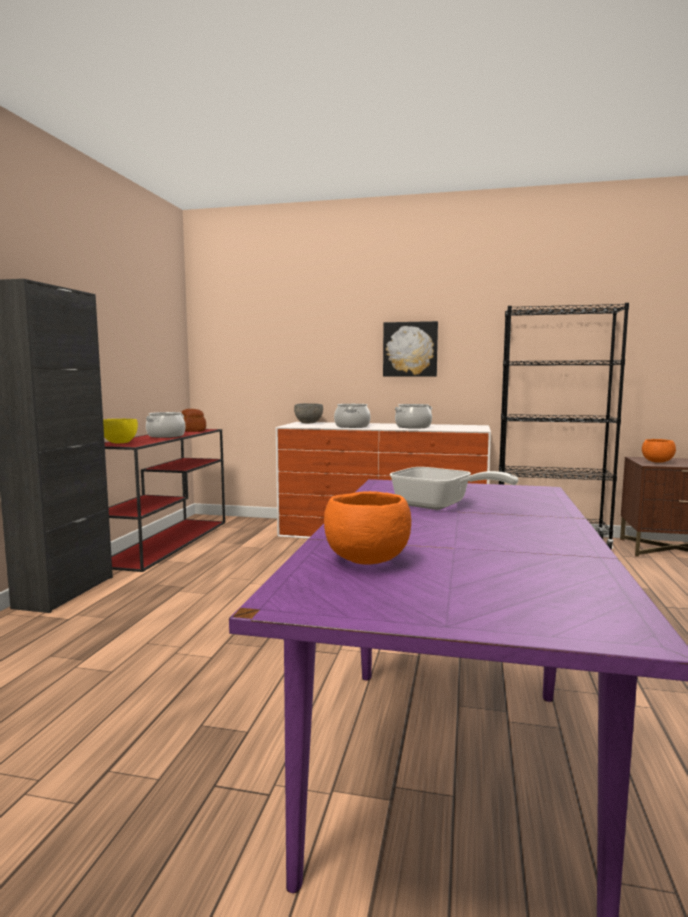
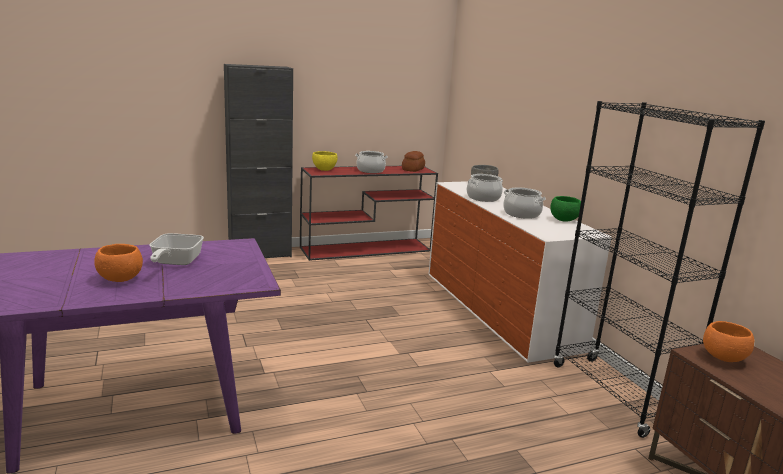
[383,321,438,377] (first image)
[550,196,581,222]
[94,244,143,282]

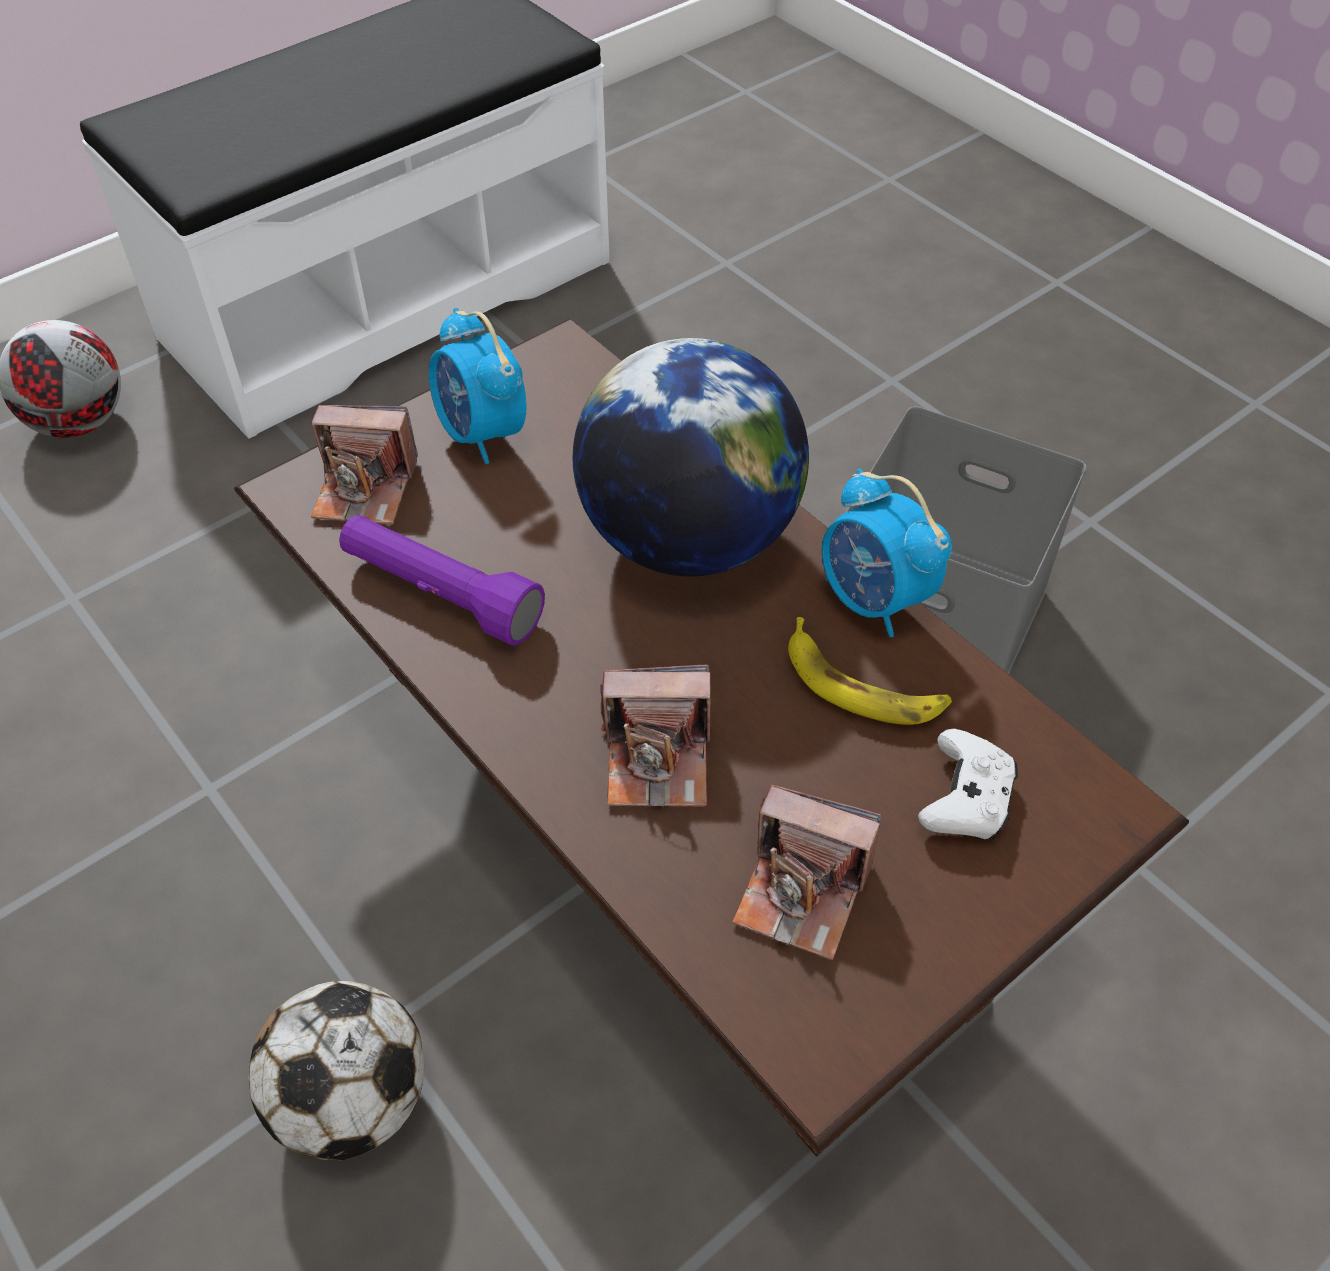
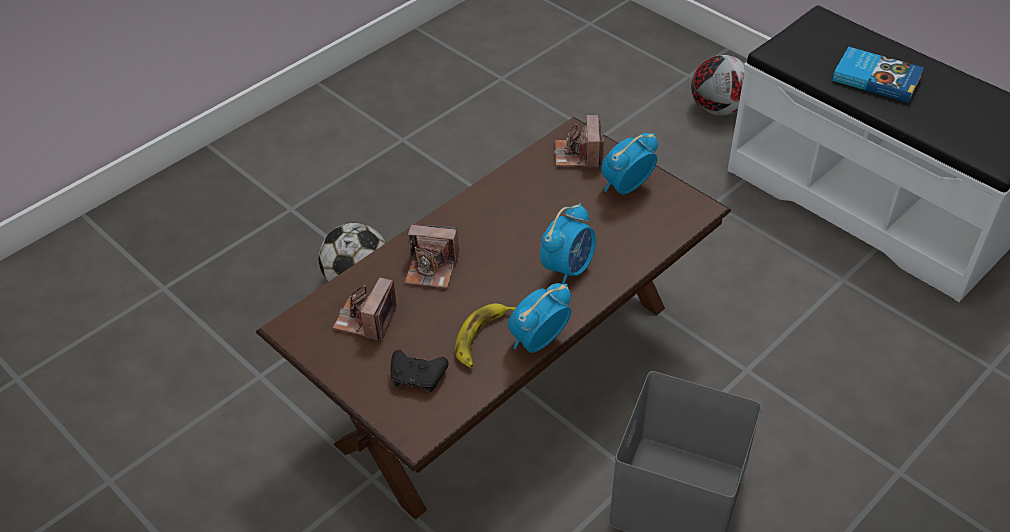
[339,515,545,646] (first image)
[832,47,924,103]
[540,203,596,284]
[390,350,448,392]
[404,224,459,288]

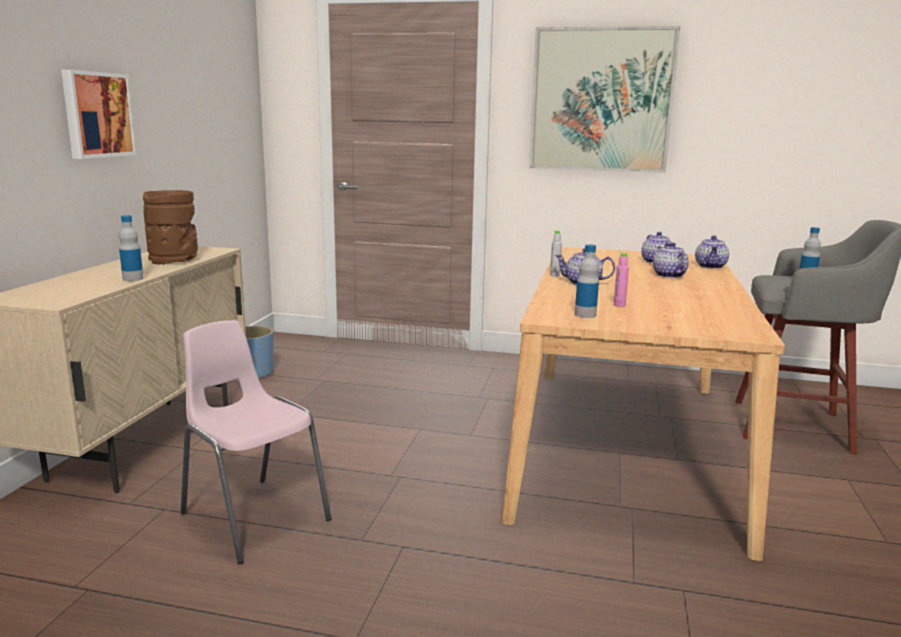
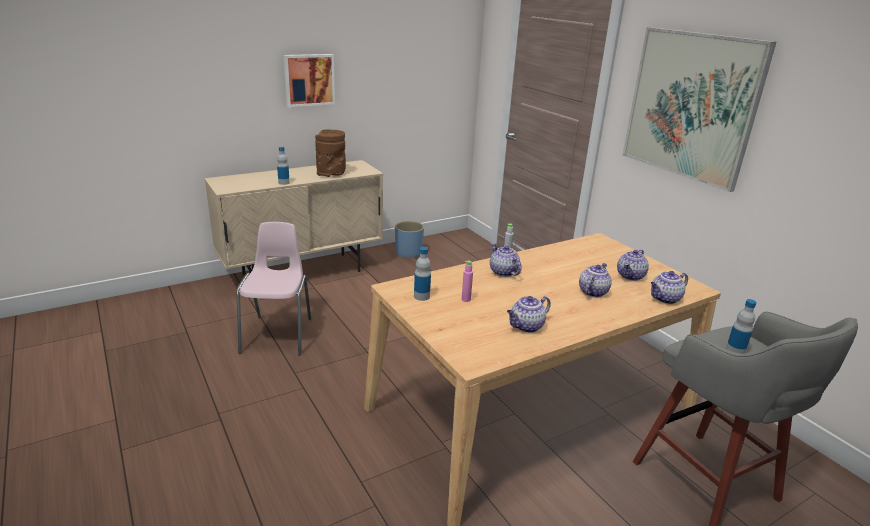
[507,296,551,333]

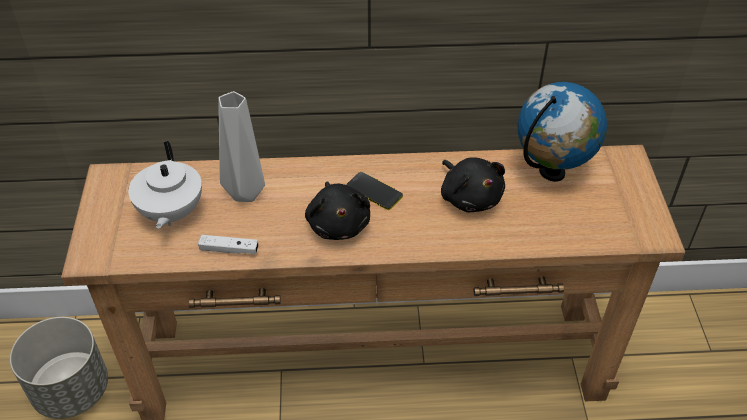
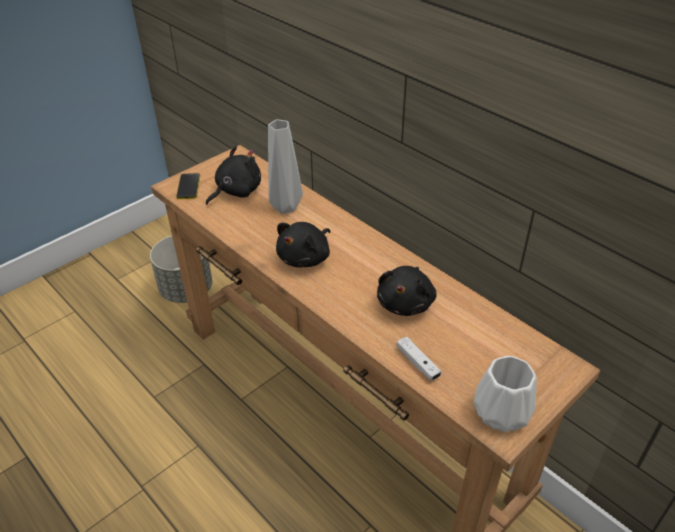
[517,82,607,182] (first image)
[473,356,537,432]
[397,337,441,381]
[176,173,200,199]
[206,146,261,205]

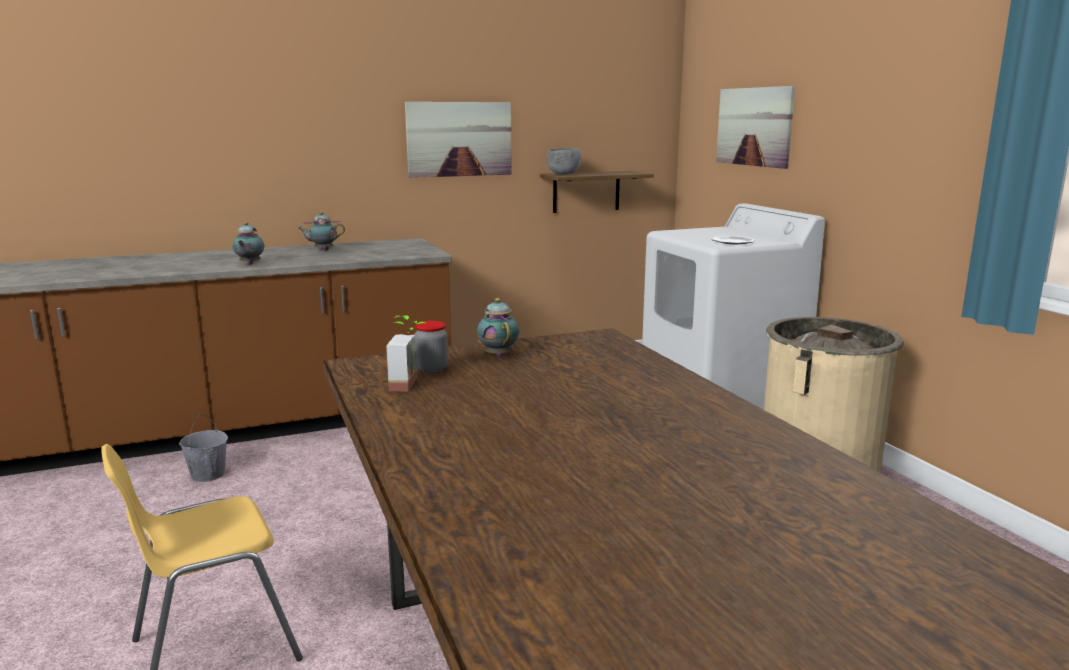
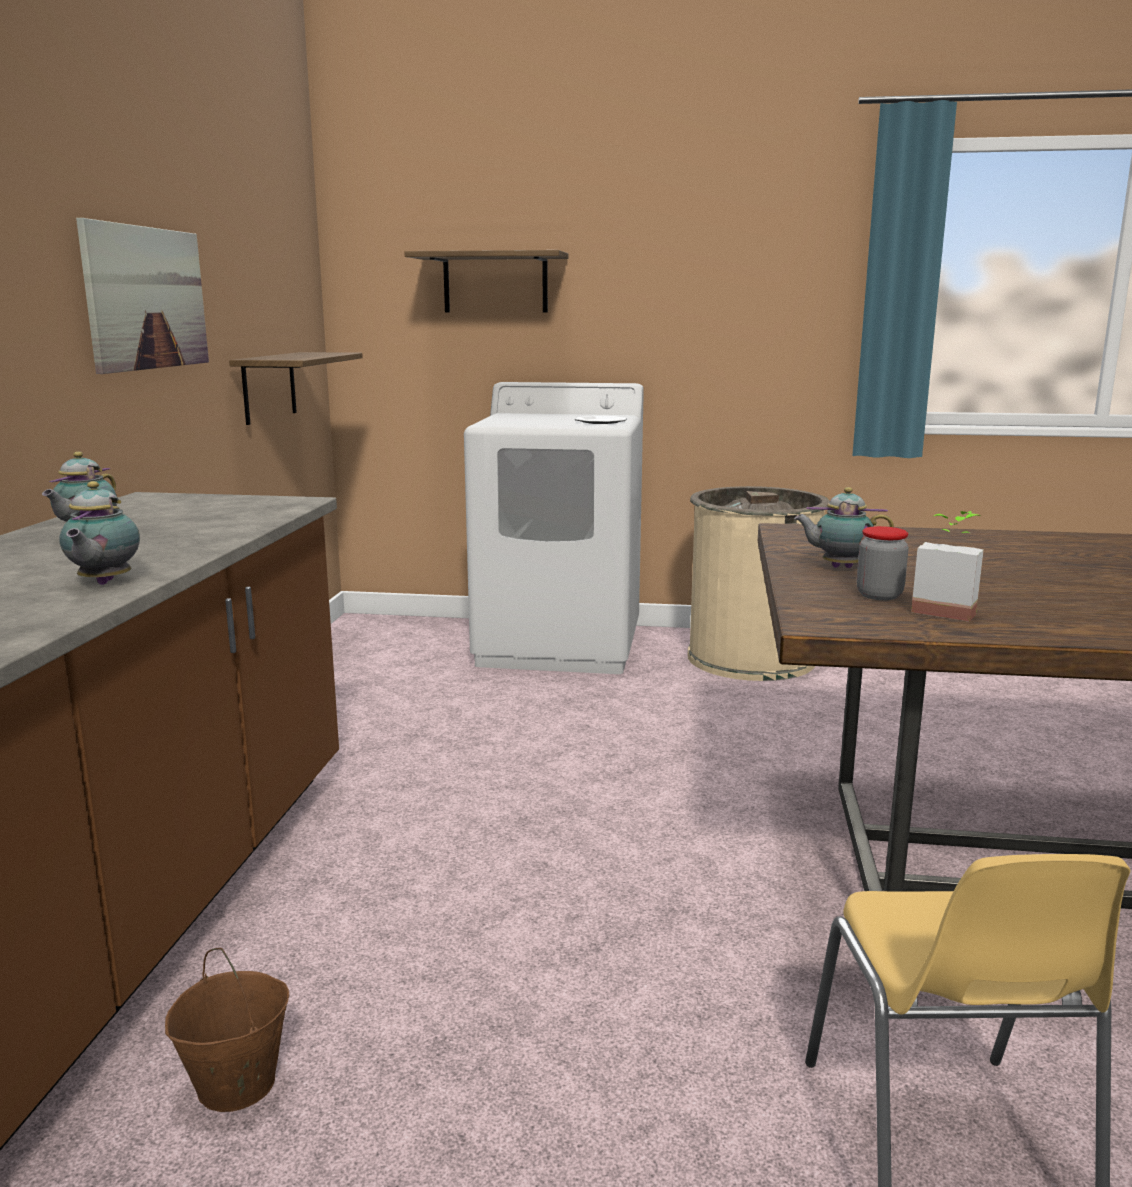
[547,148,582,175] (first image)
[405,250,568,312]
[165,948,289,1112]
[60,481,140,585]

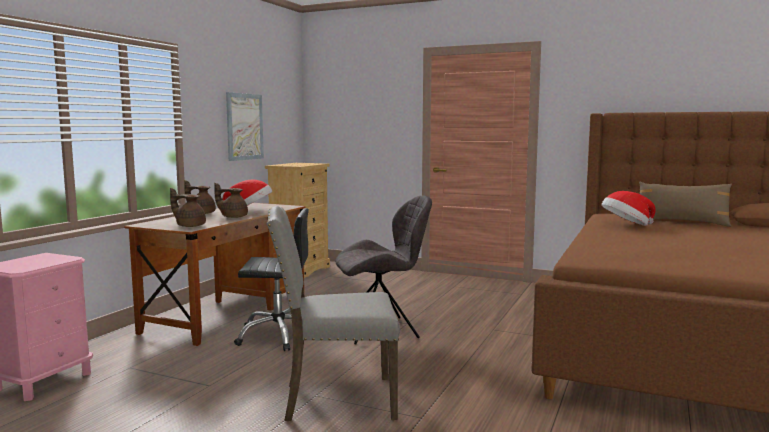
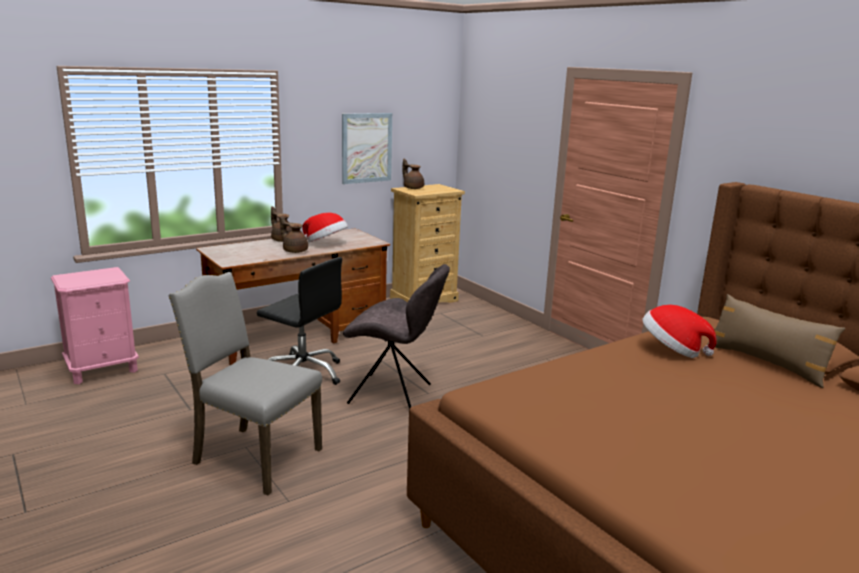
[403,159,424,189]

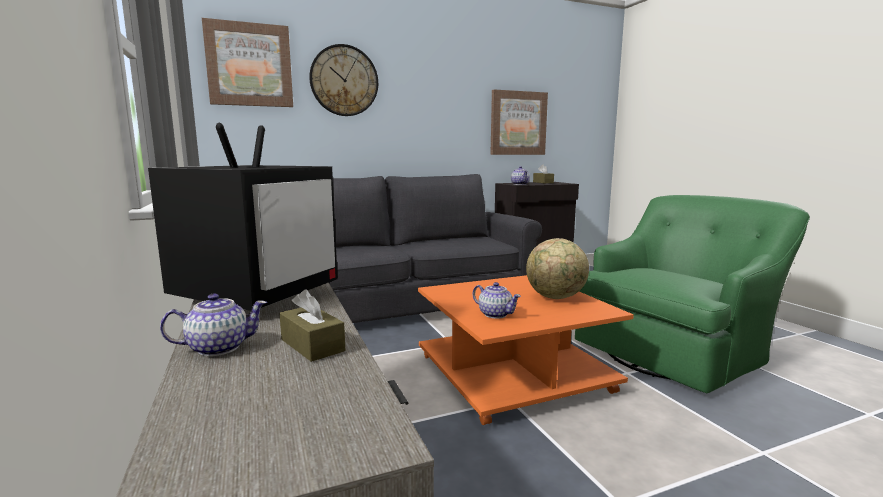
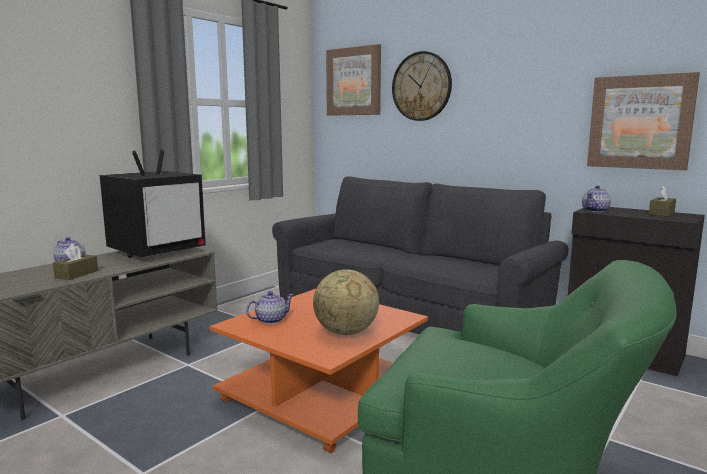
[100,150,206,258]
[246,291,294,324]

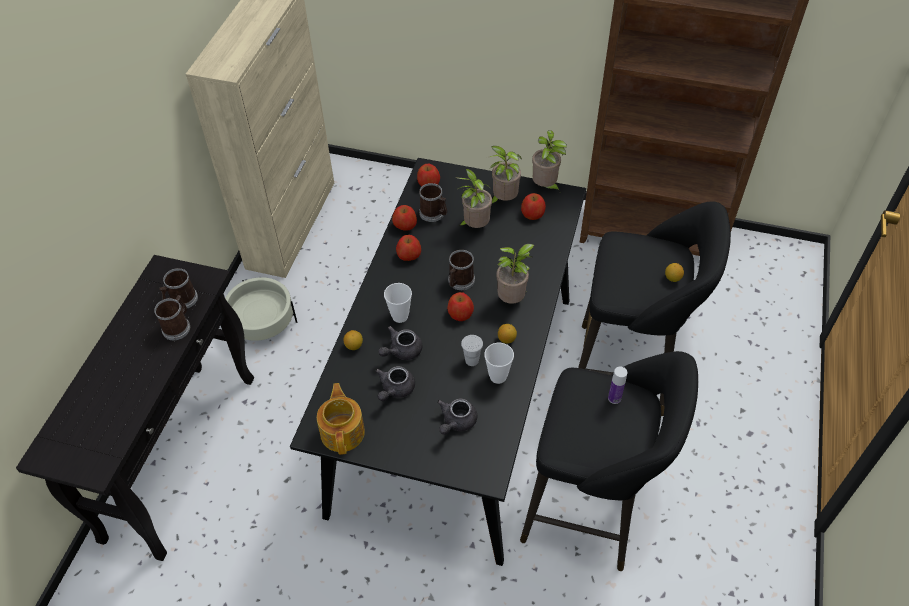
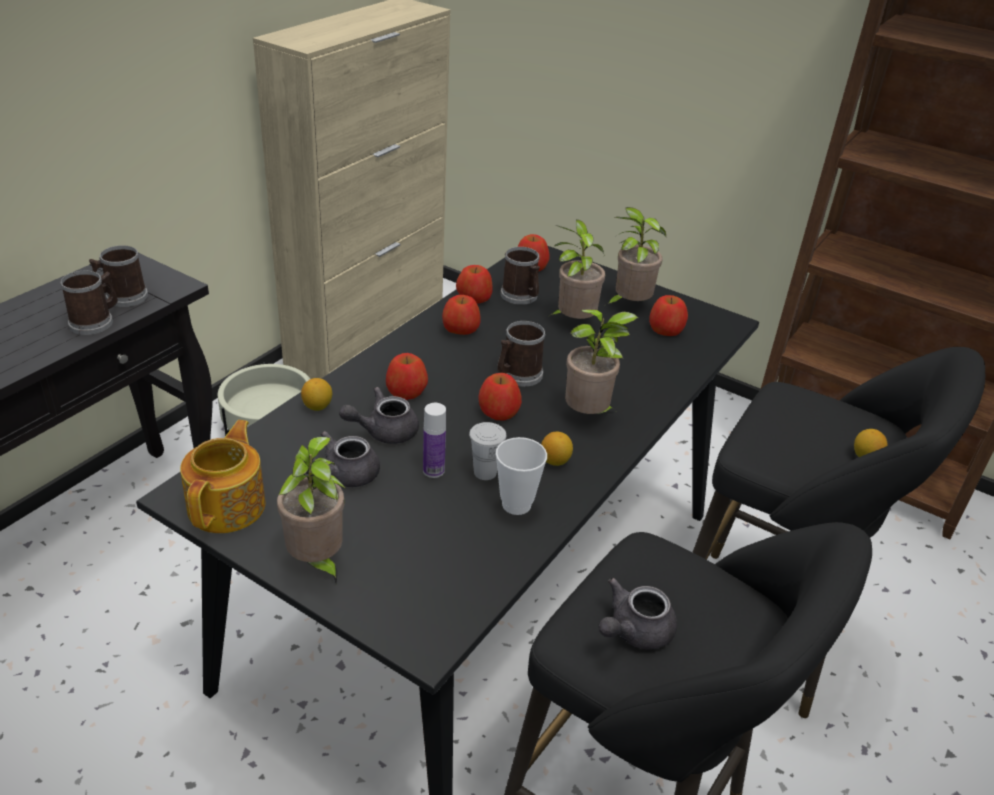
[598,578,677,649]
[277,437,345,583]
[423,403,446,478]
[386,353,428,400]

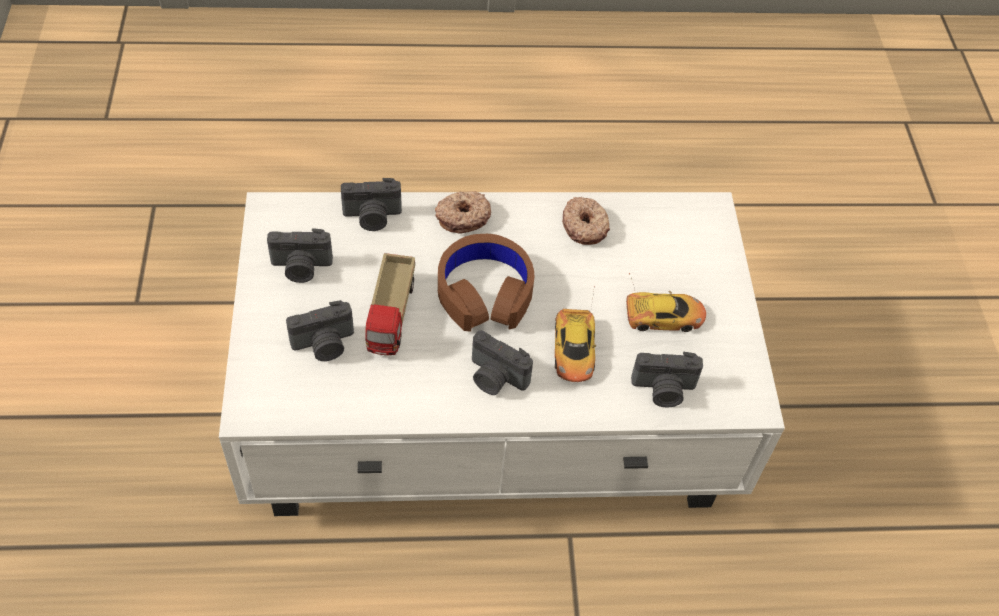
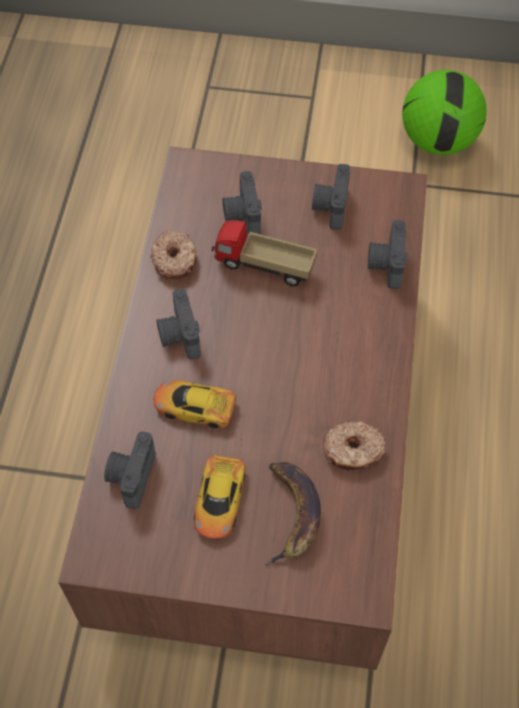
[438,234,534,332] (first image)
[265,462,321,566]
[402,70,487,155]
[150,230,197,279]
[58,146,427,670]
[156,289,201,360]

